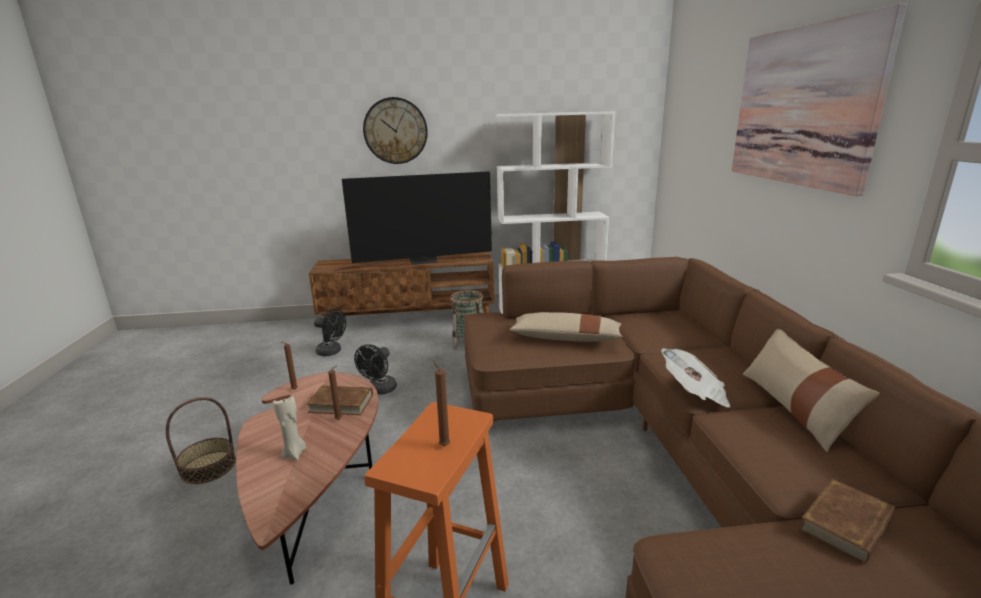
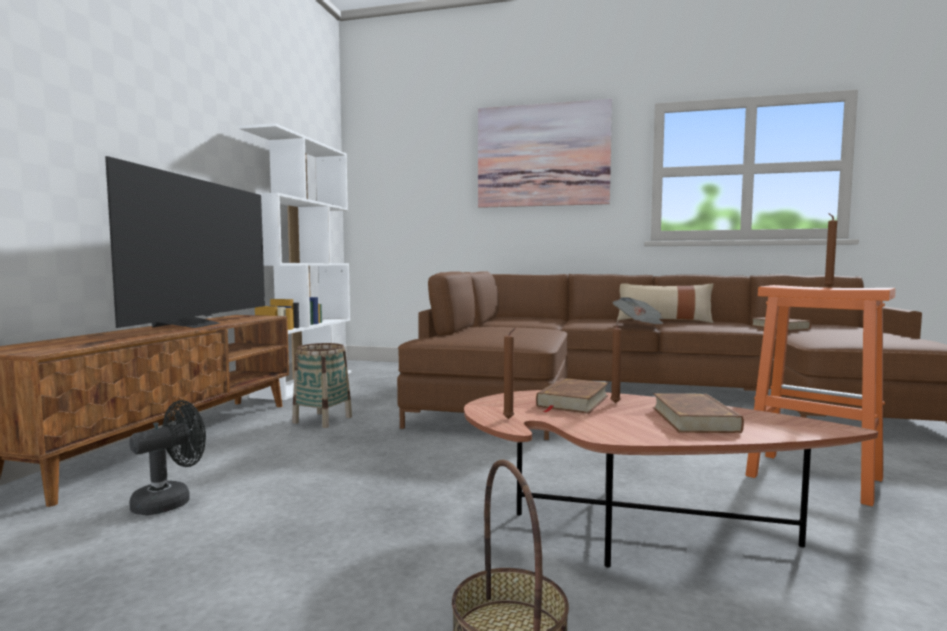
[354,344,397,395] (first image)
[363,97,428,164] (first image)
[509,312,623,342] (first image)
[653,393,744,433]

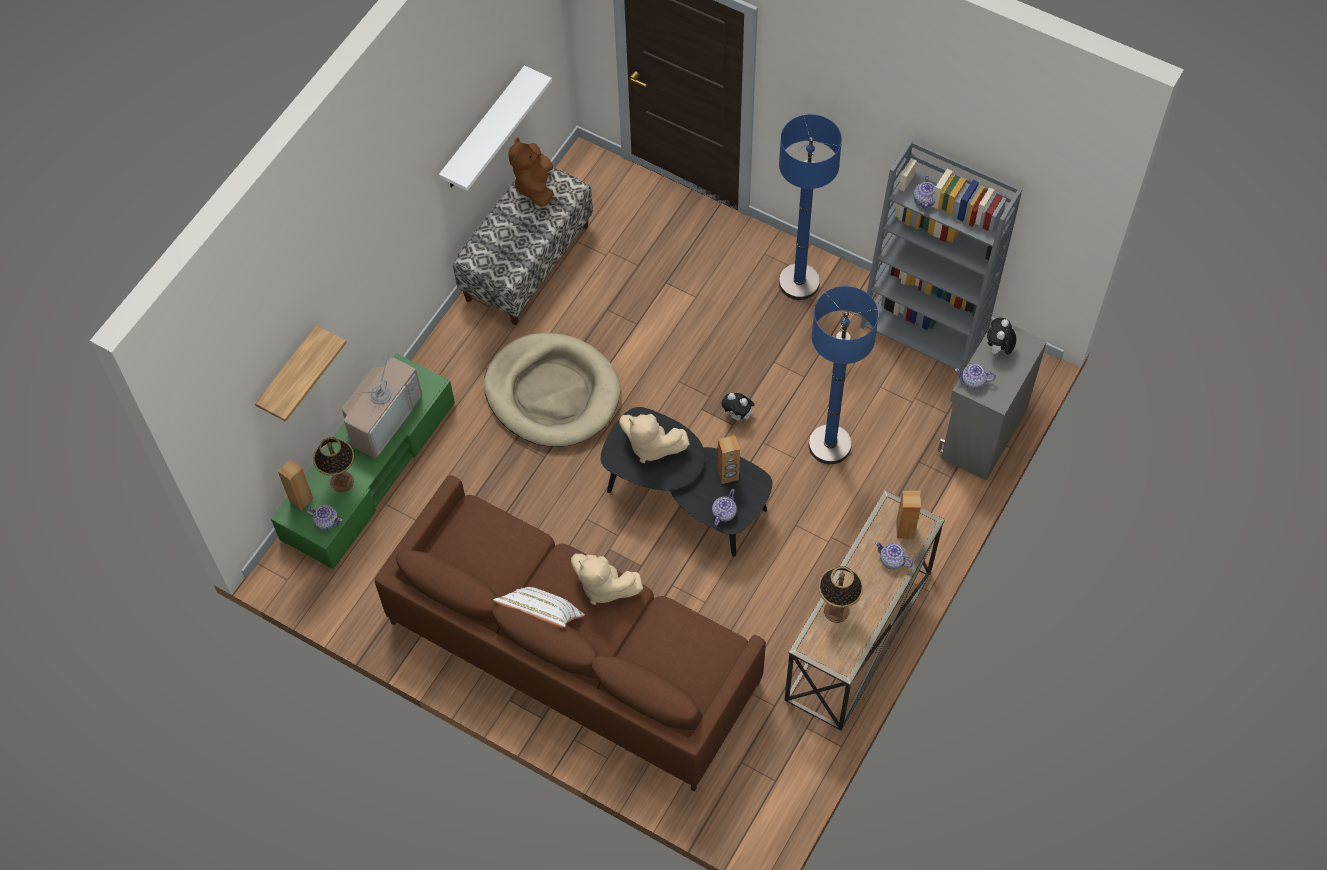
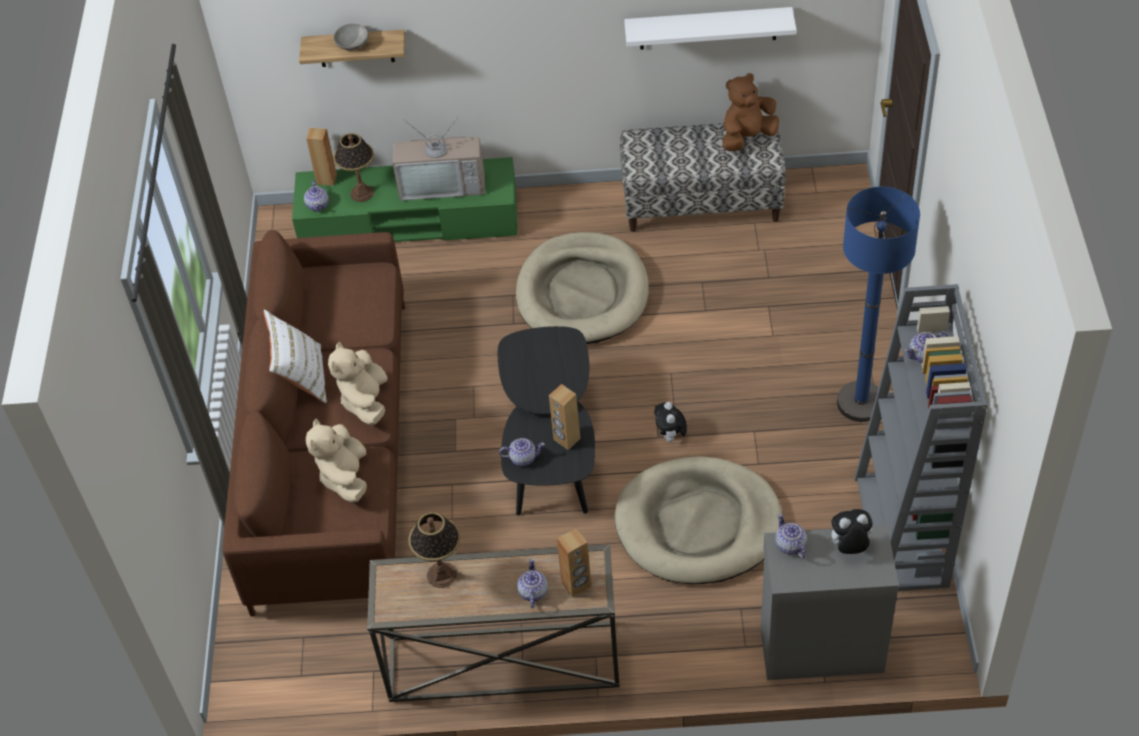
[334,24,369,51]
[306,419,367,503]
[614,456,783,584]

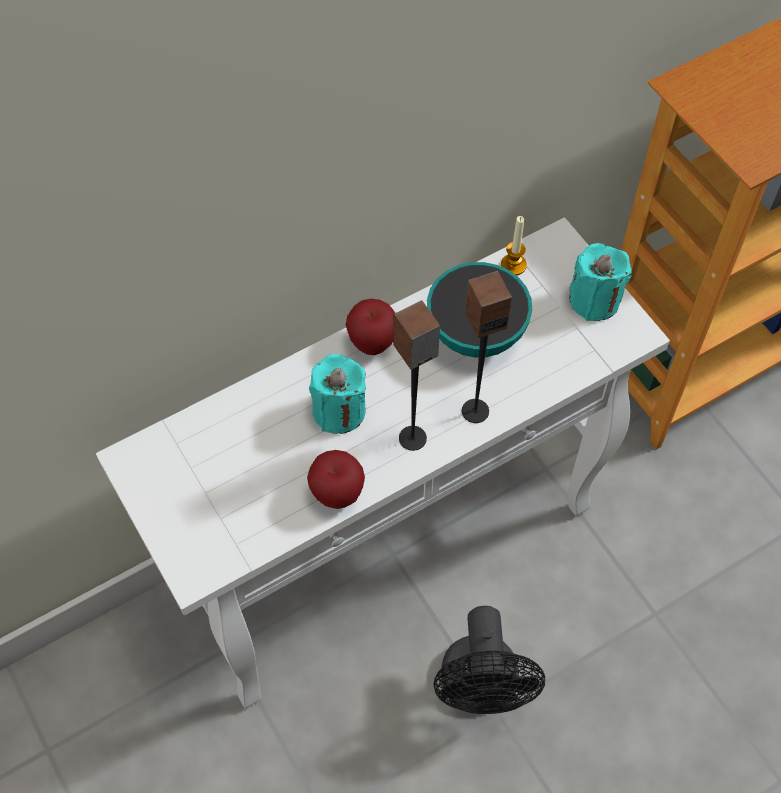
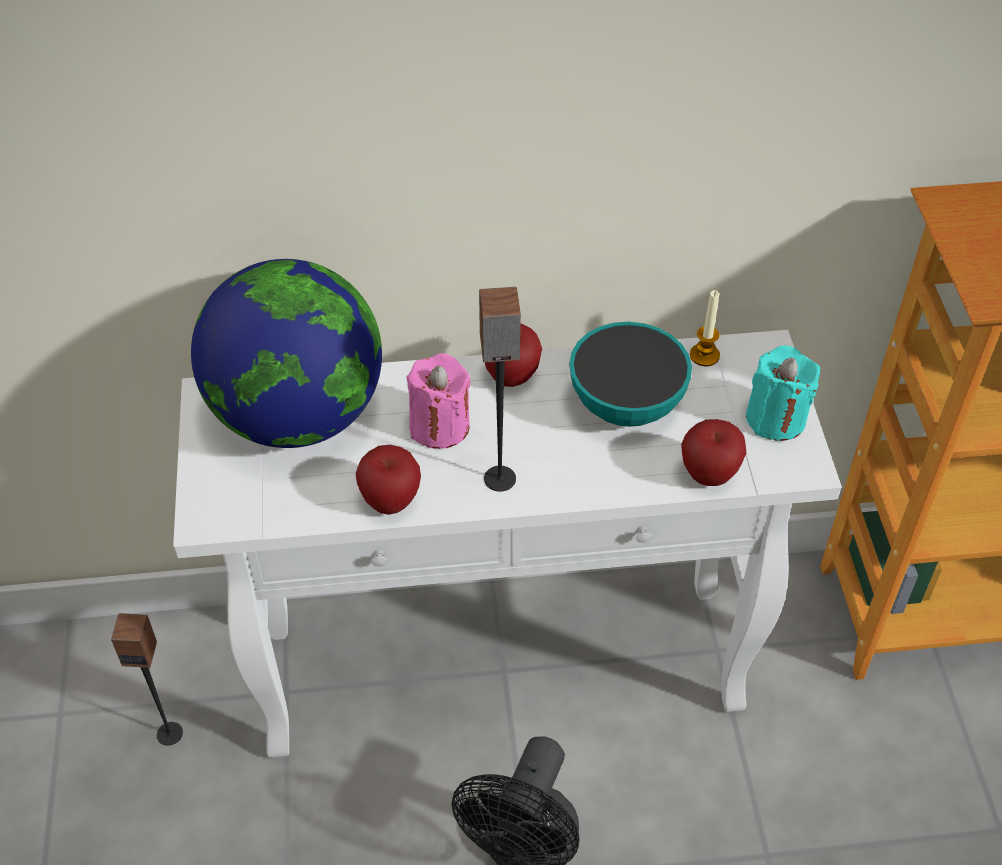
[191,259,382,448]
[681,419,746,486]
[111,613,183,746]
[406,353,471,449]

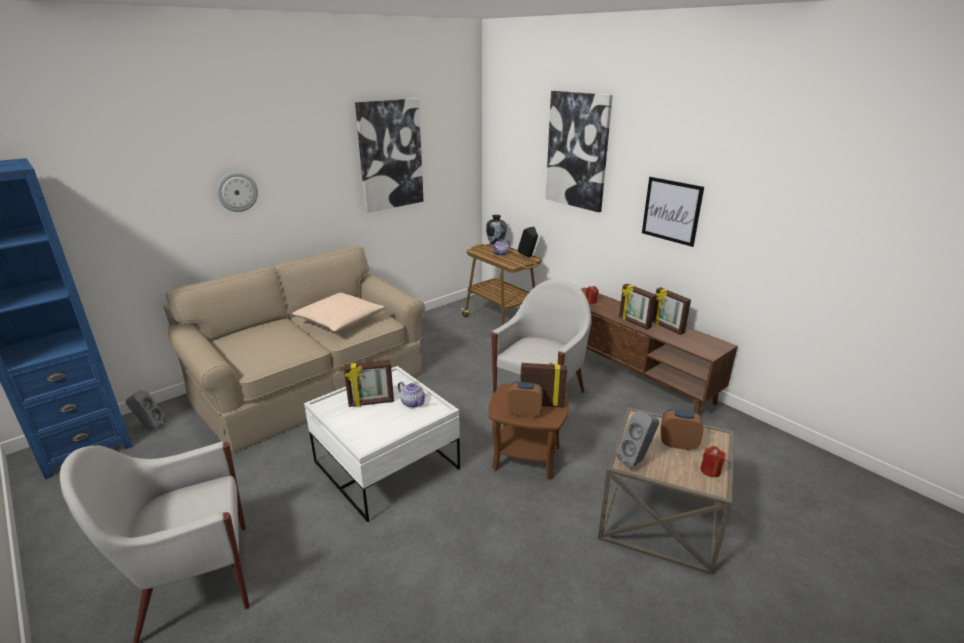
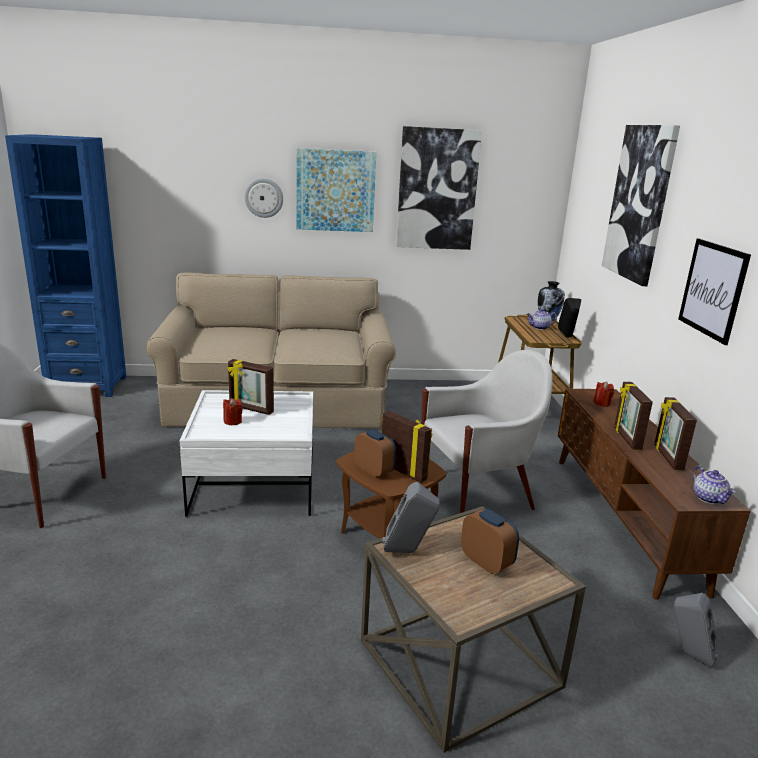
[292,293,385,332] (first image)
[296,148,376,232]
[674,593,718,667]
[693,466,735,504]
[223,398,243,425]

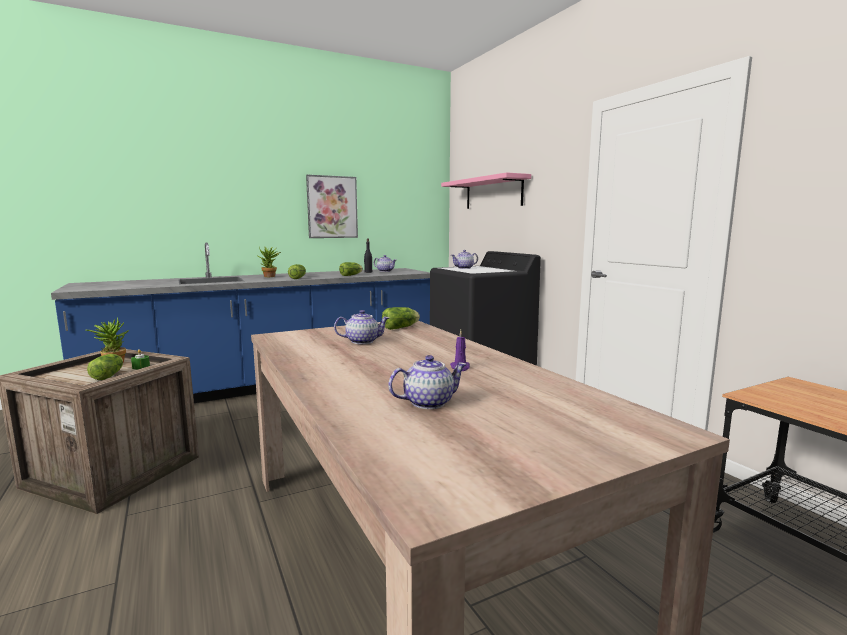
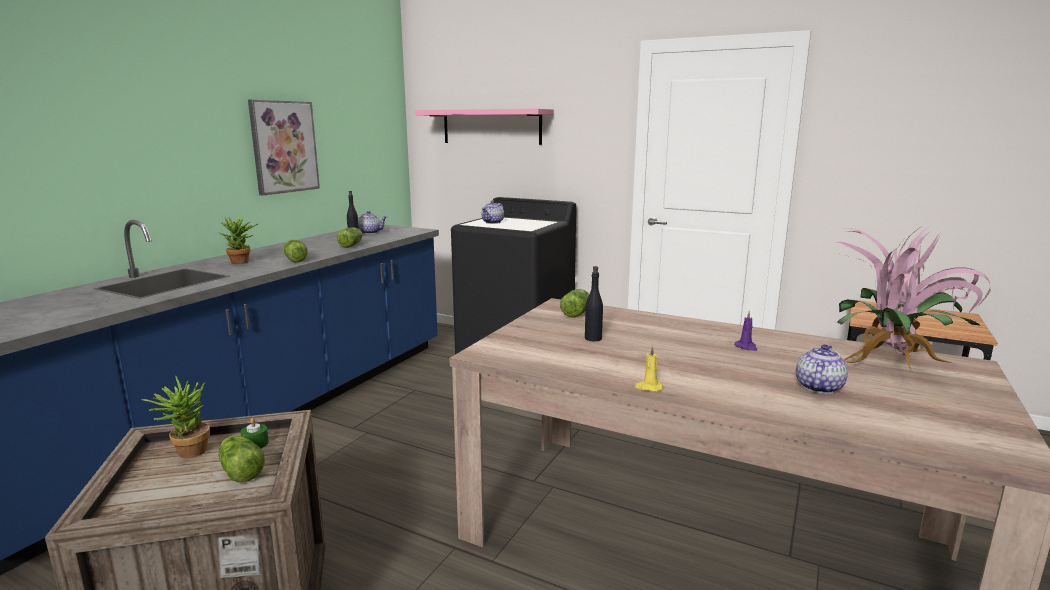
[634,345,663,392]
[836,226,991,373]
[585,266,603,341]

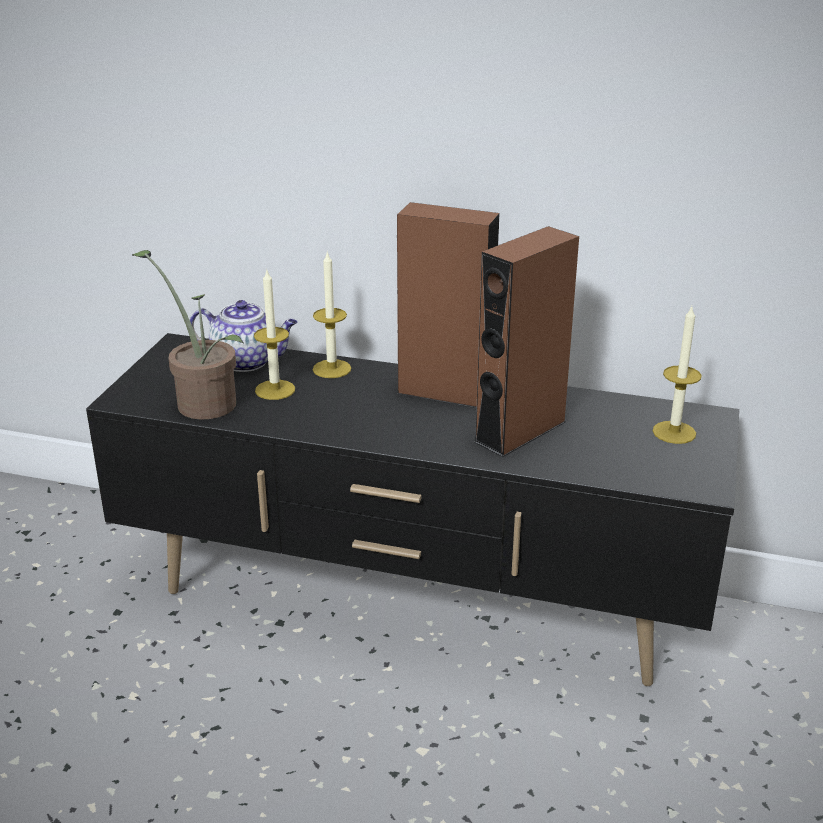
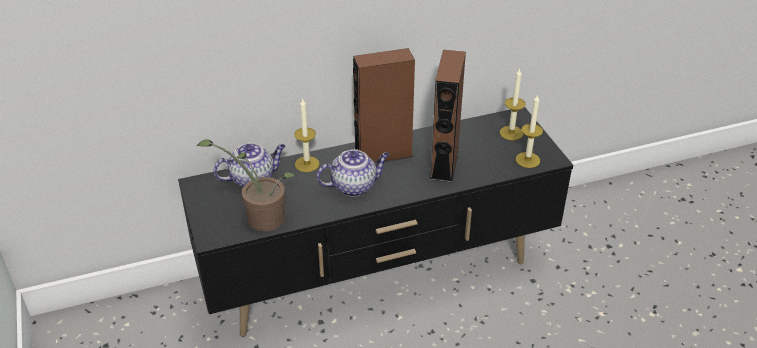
[317,149,390,197]
[516,94,543,168]

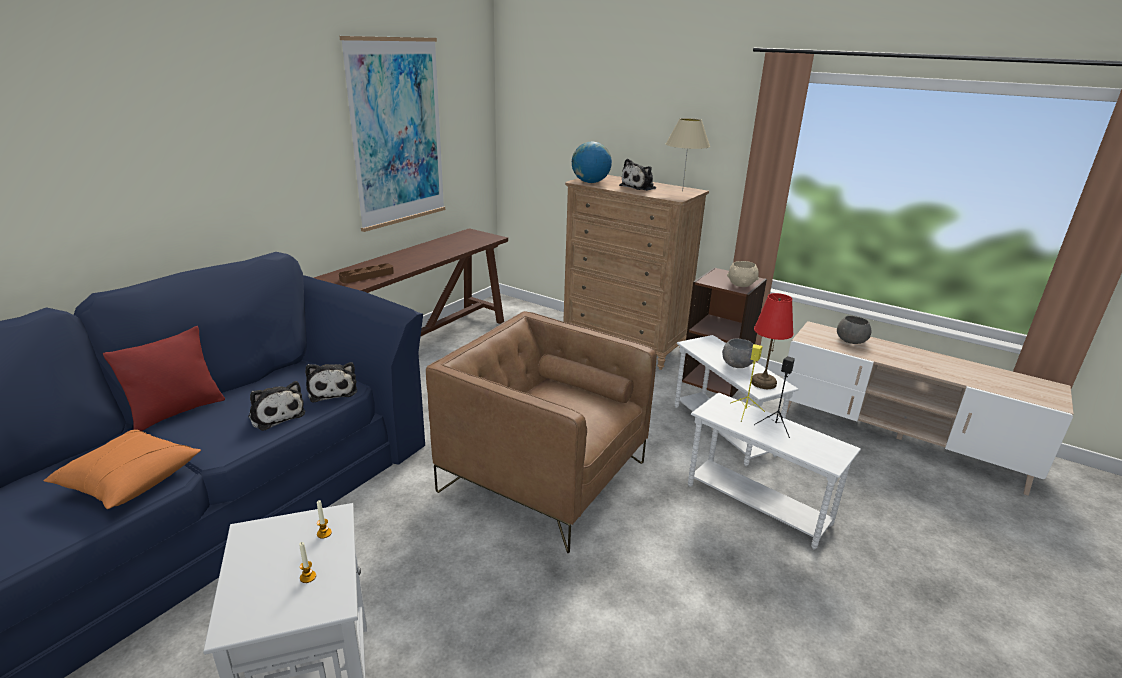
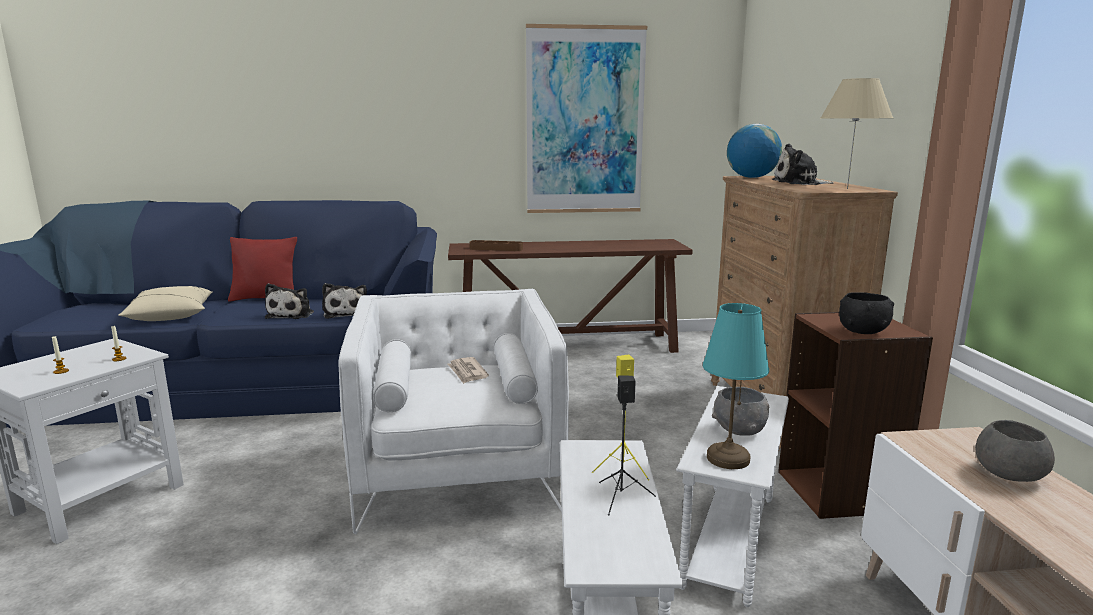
[447,357,489,384]
[118,286,212,321]
[338,289,569,534]
[839,292,894,334]
[703,303,769,469]
[322,283,367,319]

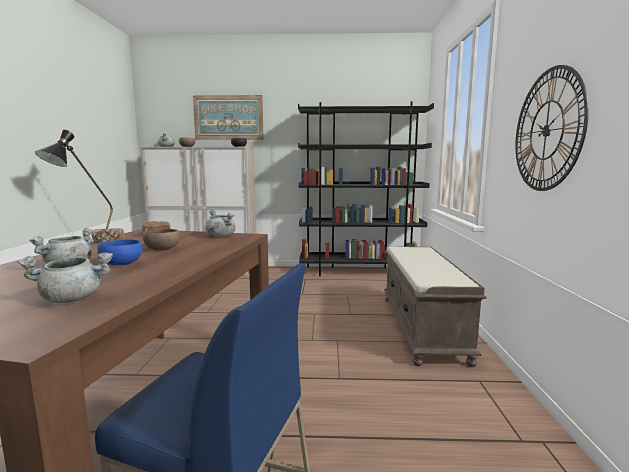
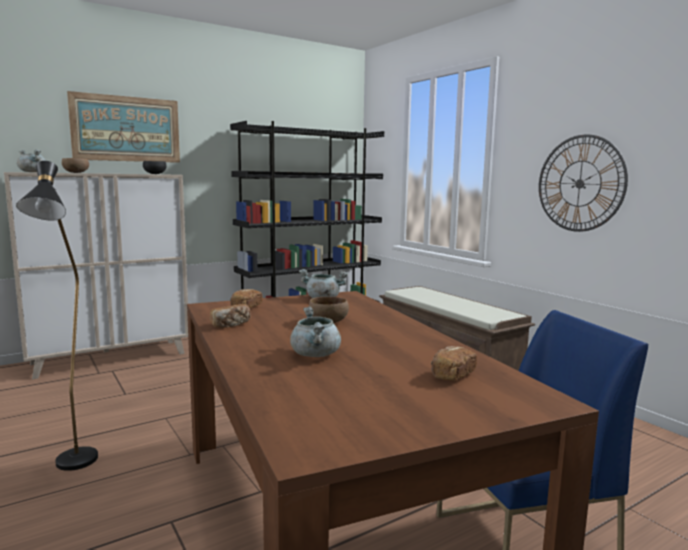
[97,239,143,266] (first image)
[431,346,477,380]

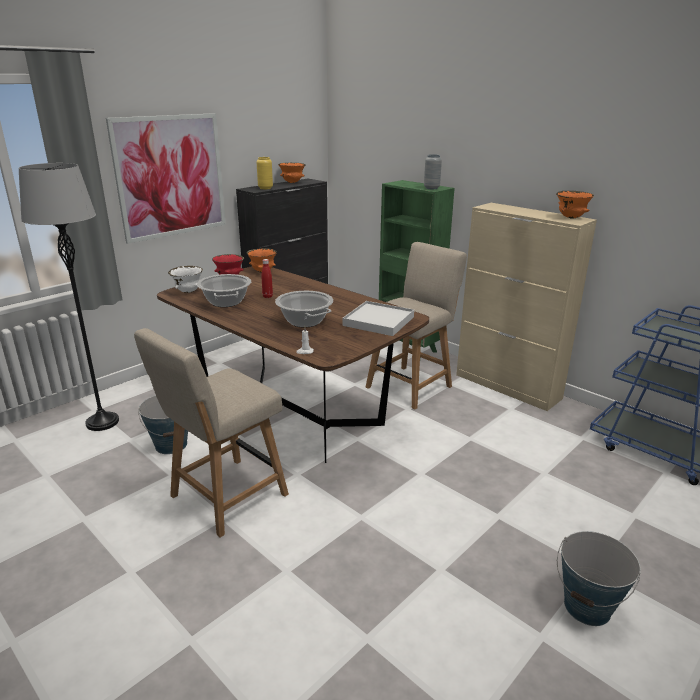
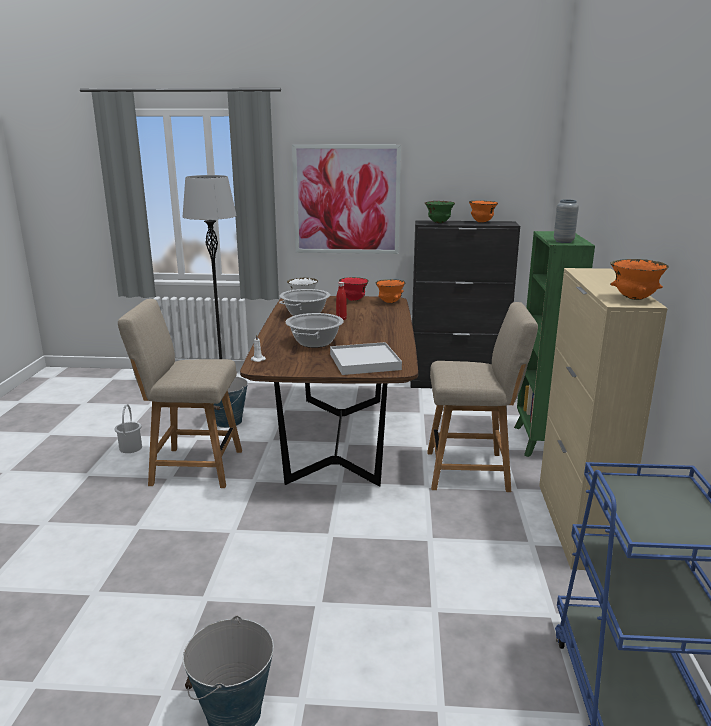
[114,404,142,453]
[425,201,455,223]

